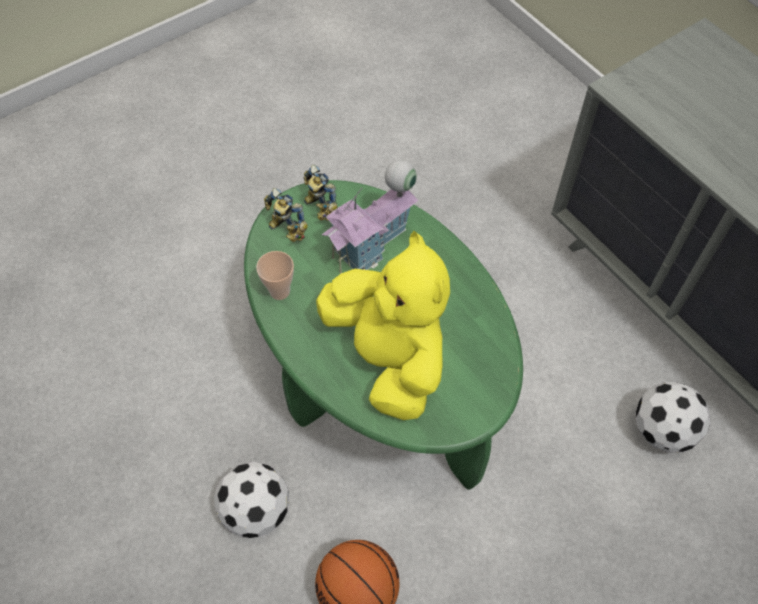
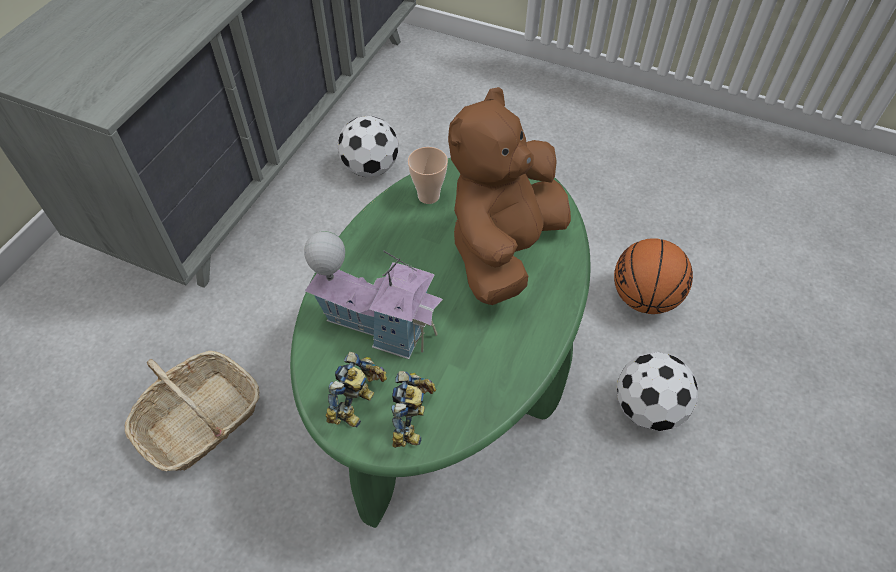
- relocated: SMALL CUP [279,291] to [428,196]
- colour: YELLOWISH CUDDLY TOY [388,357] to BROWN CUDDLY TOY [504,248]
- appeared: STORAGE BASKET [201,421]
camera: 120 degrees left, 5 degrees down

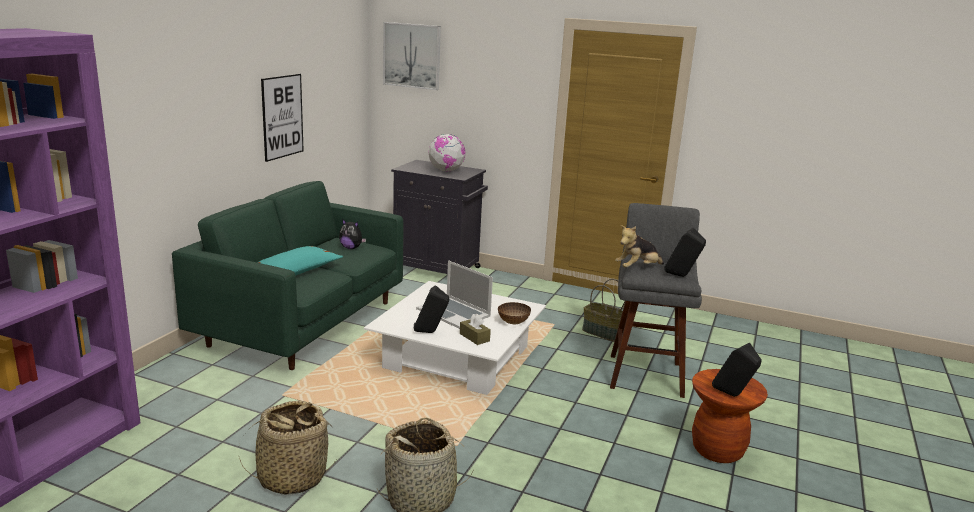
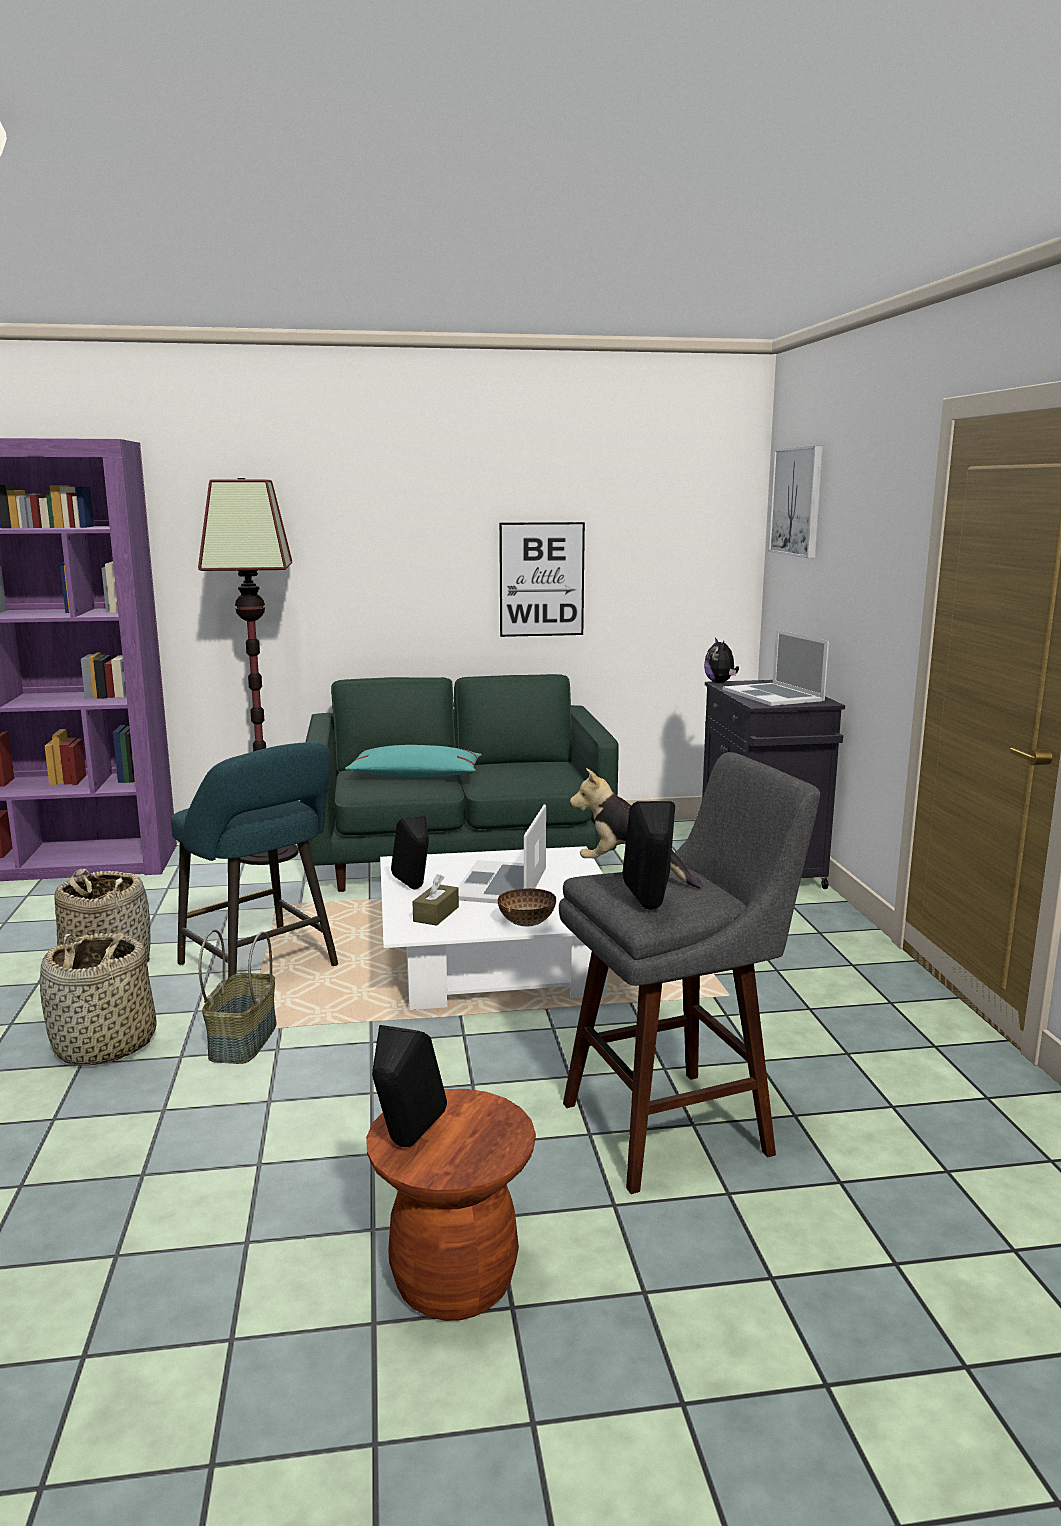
- relocated: CUDDLY TOY [351,248] to [720,683]
- exchanged: WORLD GLOBE [446,170] to NOTEBOOK COMPUTER [773,695]
- relocated: STORAGE BASKET [602,333] to [242,1040]
- appeared: BLUE-GREEN STOOL [262,968]
- appeared: FLOOR LAMP [267,854]
camera: 60 degrees right, 5 degrees down

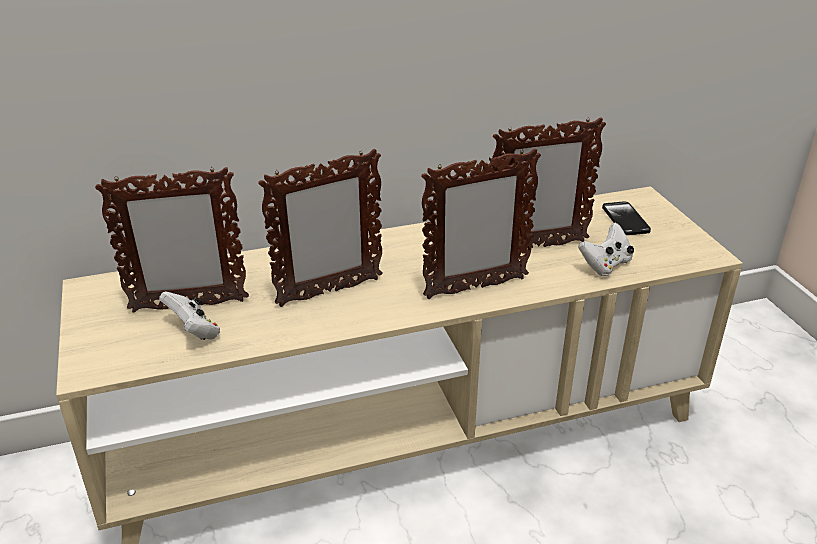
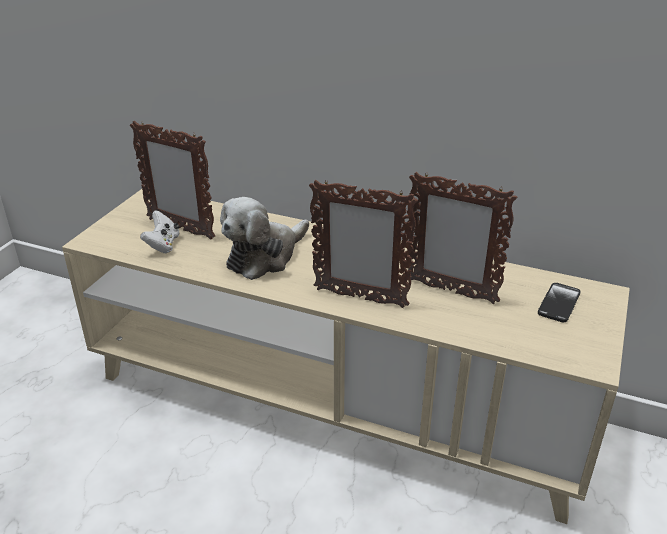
- exchanged: PHOTO FRAME [328,292] to CUDDLY TOY [264,256]
- missing: WHITE-COLOURED JOYPAD [605,265]
camera: 40 degrees right, 0 degrees up

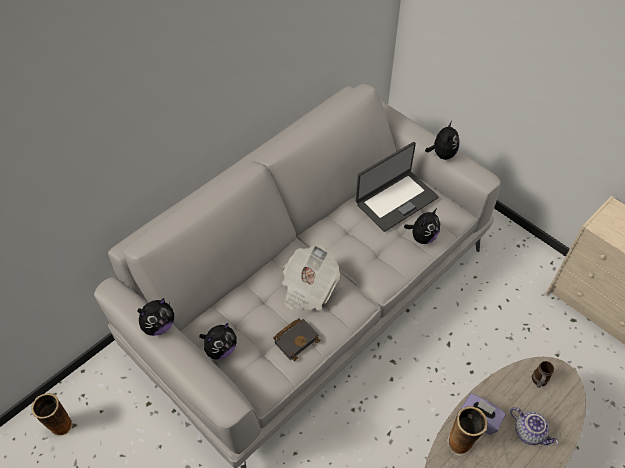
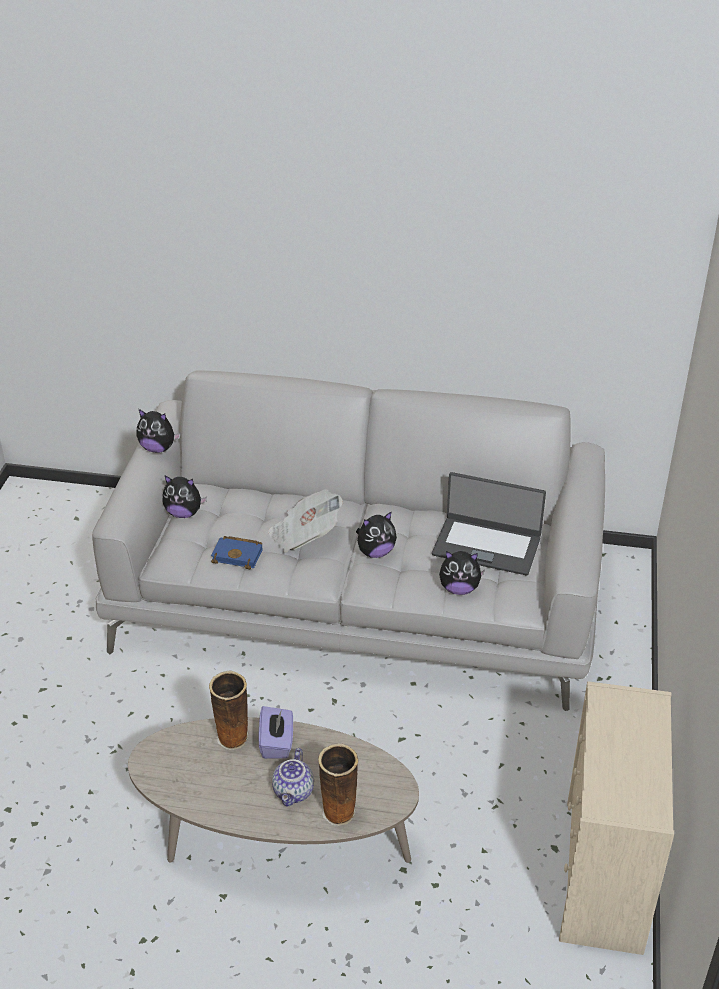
- relocated: FLOWER VASE [62,426] to [339,814]
- colour: BLACKISH BOUND BOOK [296,339] to BLUE BOUND BOOK [239,555]
- relocated: CUDDLY TOY [442,154] to [375,552]
- missing: TEA MUG [538,382]
camera: 55 degrees right, 15 degrees down

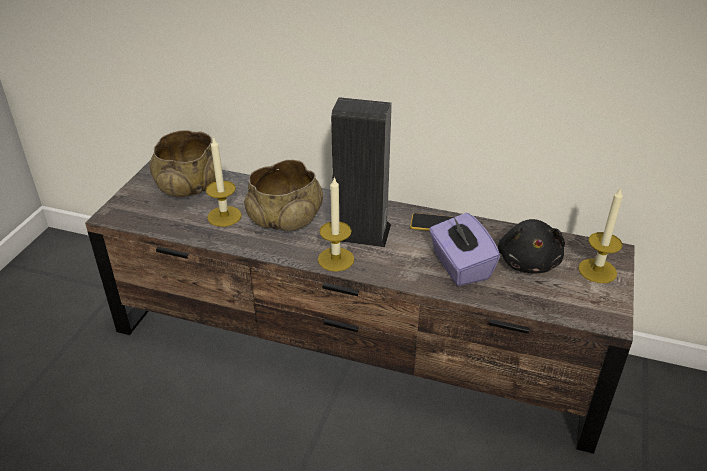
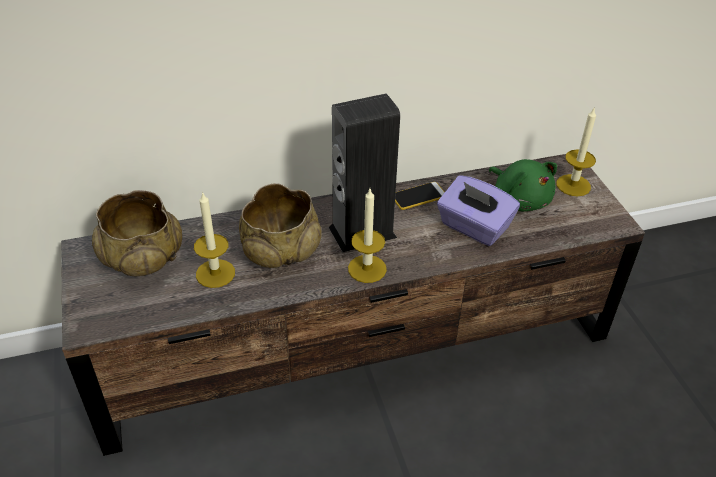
- colour: BLACKISH CUDDLY TOY [528,261] to GREEN CUDDLY TOY [519,199]
camera: 35 degrees left, 5 degrees up

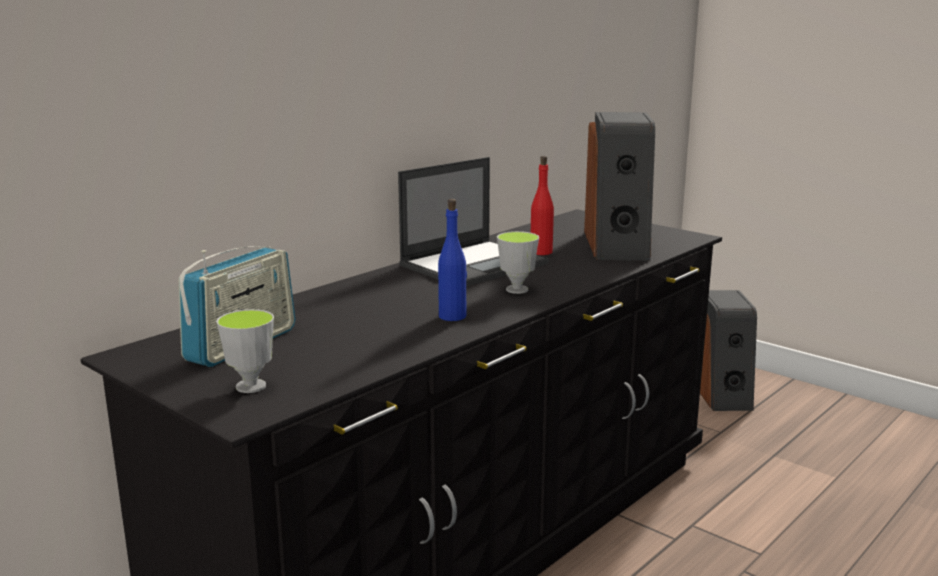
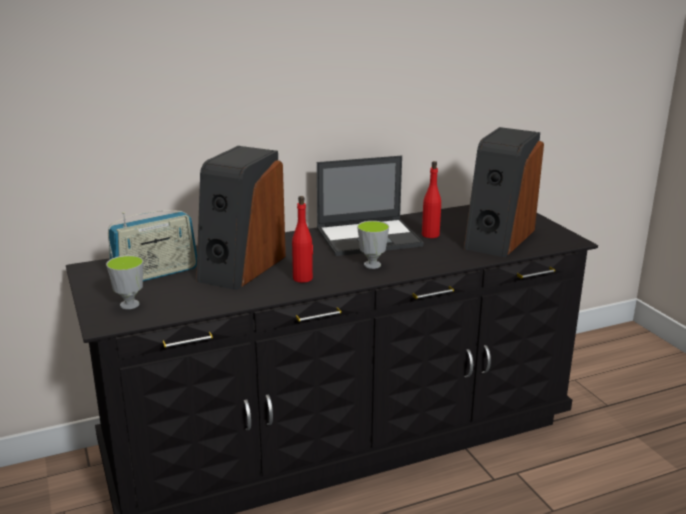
- colour: BLUE BOTTLE [453,316] to RED-COLOURED BOTTLE [303,278]
- relocated: AUDIO SPEAKER [721,393] to [241,268]
camera: 25 degrees right, 5 degrees up

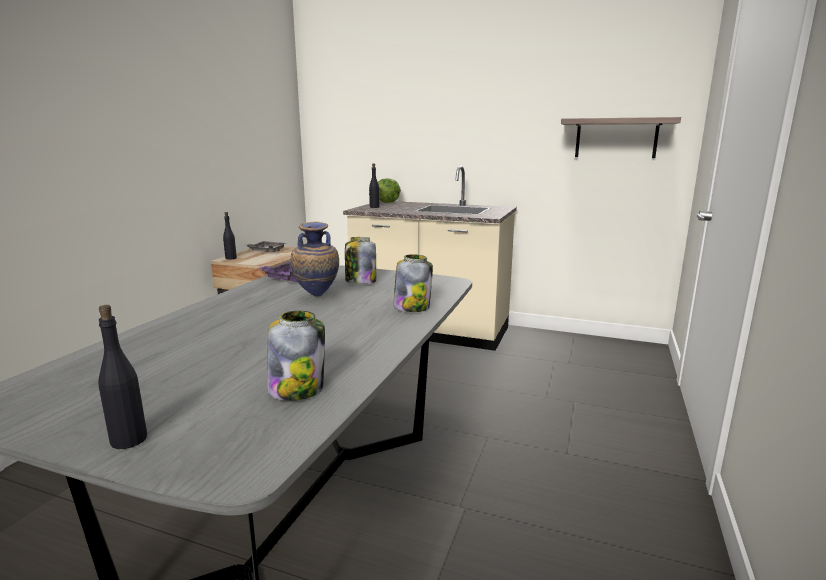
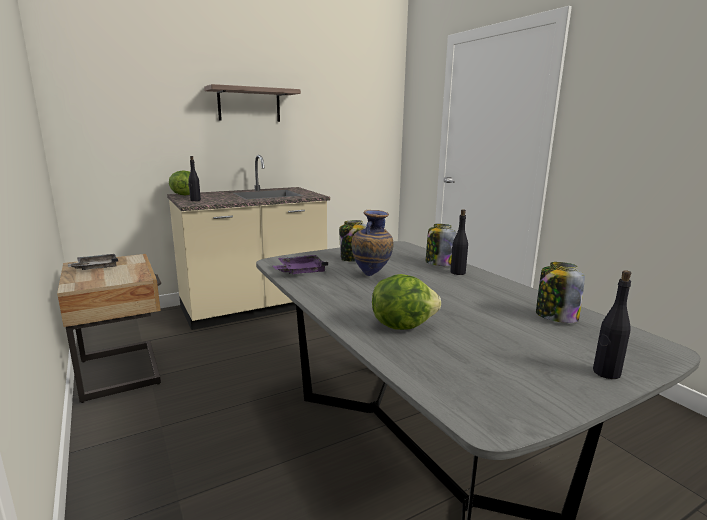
- relocated: BLACKISH BOTTLE [231,258] to [457,272]
- relocated: WALL SHELF [616,138] to [249,105]
- appeared: LETTUCE HEAD [402,325]
camera: 50 degrees left, 0 degrees up

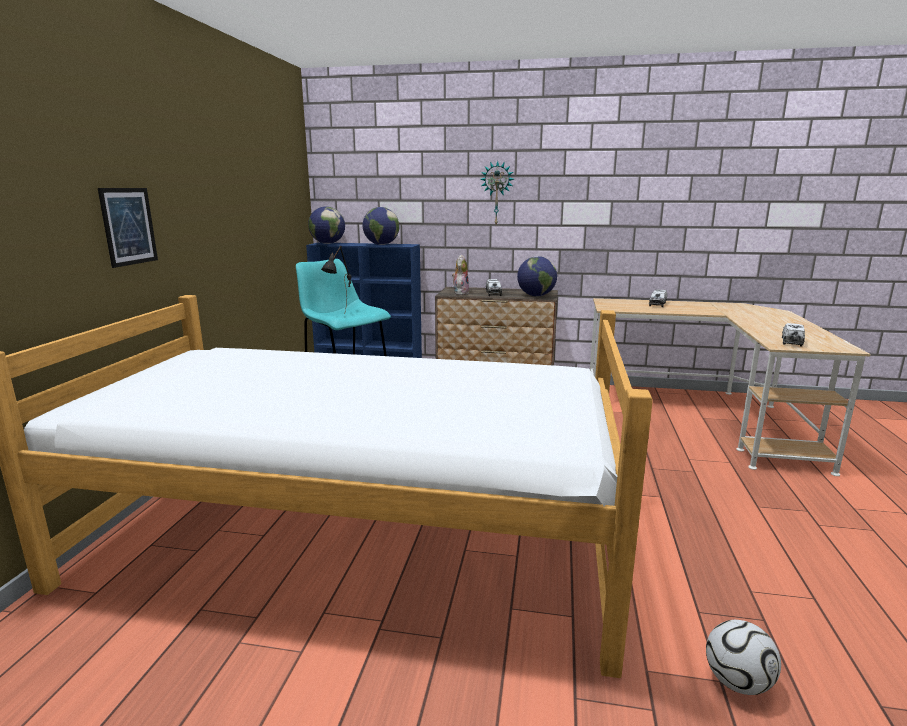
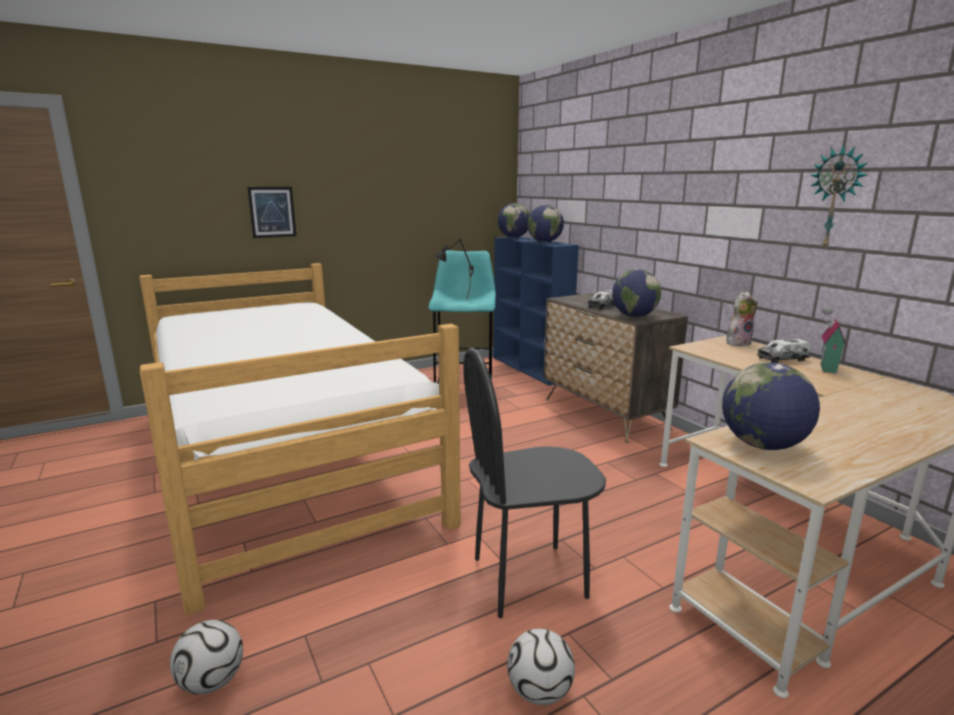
- relocated: CUDDLY TOY [460,293] to [738,343]
- relocated: CLOCK ON THE WALL [497,193] to [836,198]
- exchanged: MODEL TRUCK [792,341] to WORLD GLOBE [762,445]
- appeared: BLACKISH UPRIGHT CHAIR [529,578]
- appeared: BALL FOR FOOTBALL [540,692]
- appeared: MINIATURE HOUSE [825,368]
camera: 50 degrees right, 0 degrees up

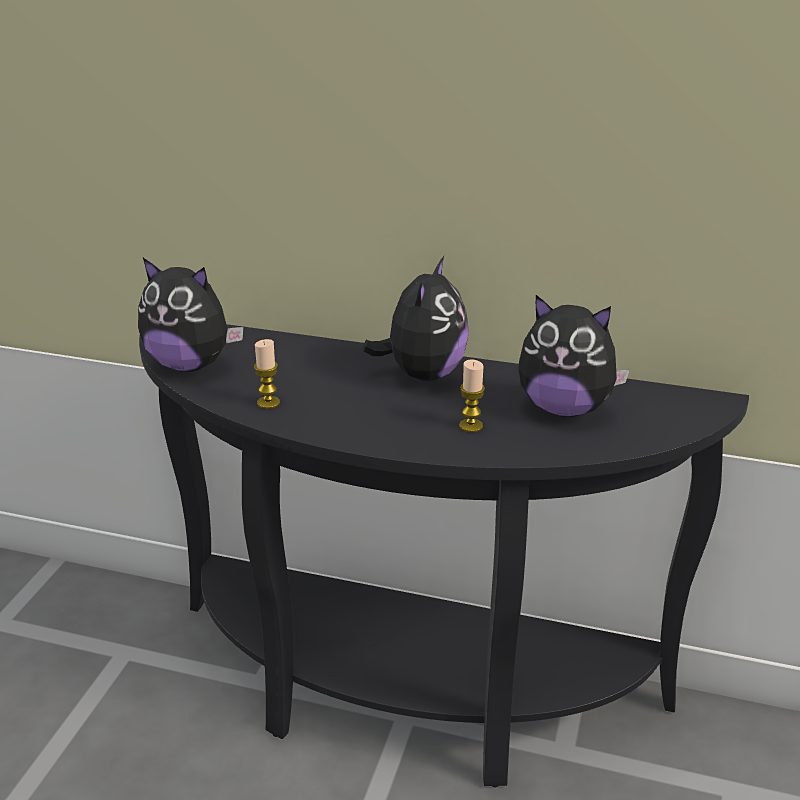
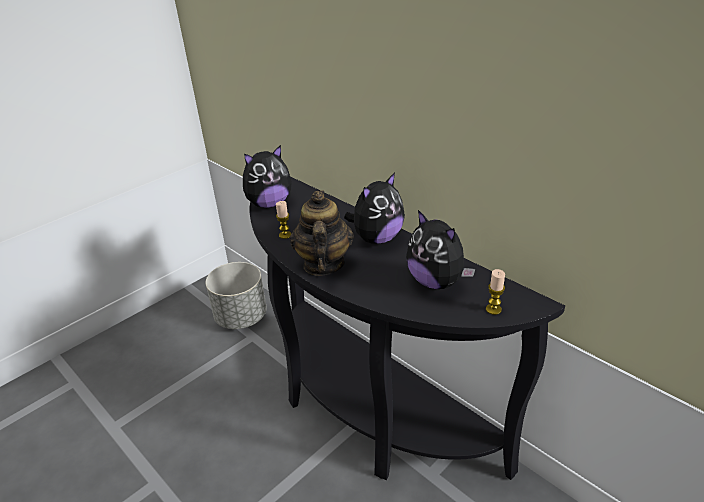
- spun: CUDDLY TOY [190,365] = [269,204] 75 degrees counterclockwise
- relocated: CANDLE [471,426] to [493,309]
- appeared: GRAY PLANT POT [241,317]
- appeared: TEAPOT [323,264]
camera: 30 degrees right, 5 degrees up

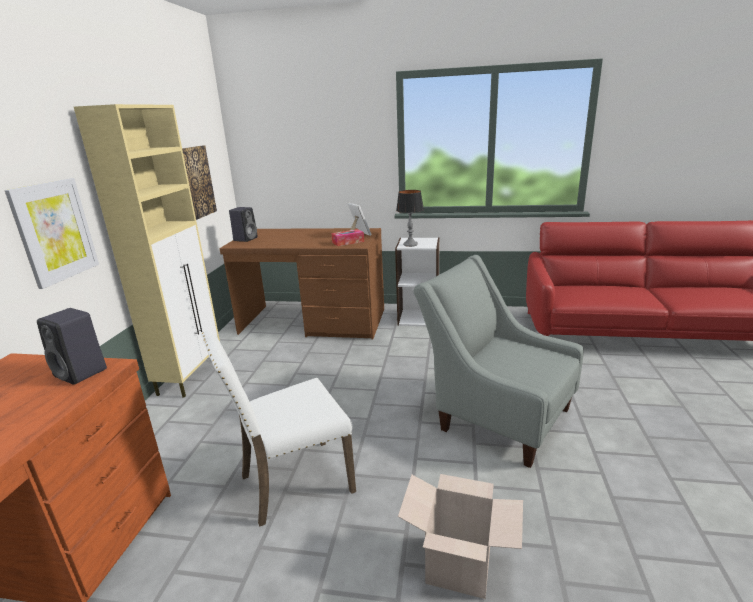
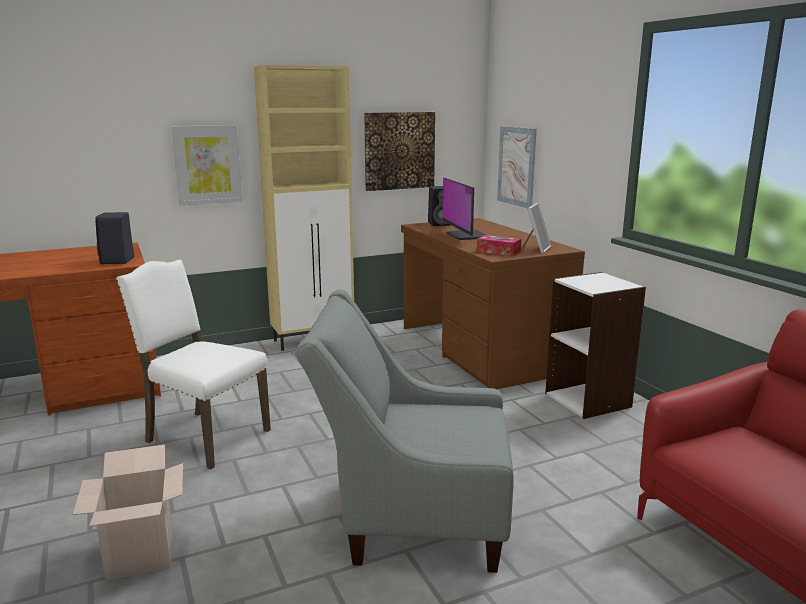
- missing: LAMP FOR A TABLE [410,244]
- spun: GRAY LOUNGE CHAIR [496,415] = [412,517] 90 degrees counterclockwise
- appeared: COMPUTER DISPLAY [466,235]
- appeared: WALL ART [516,166]
camera: 55 degrees right, 5 degrees down

